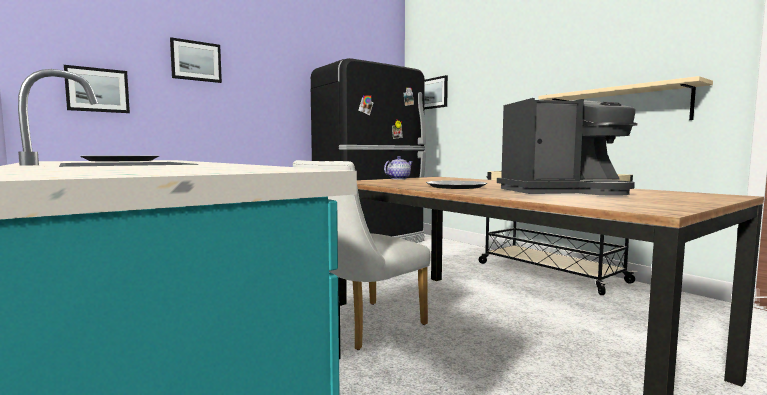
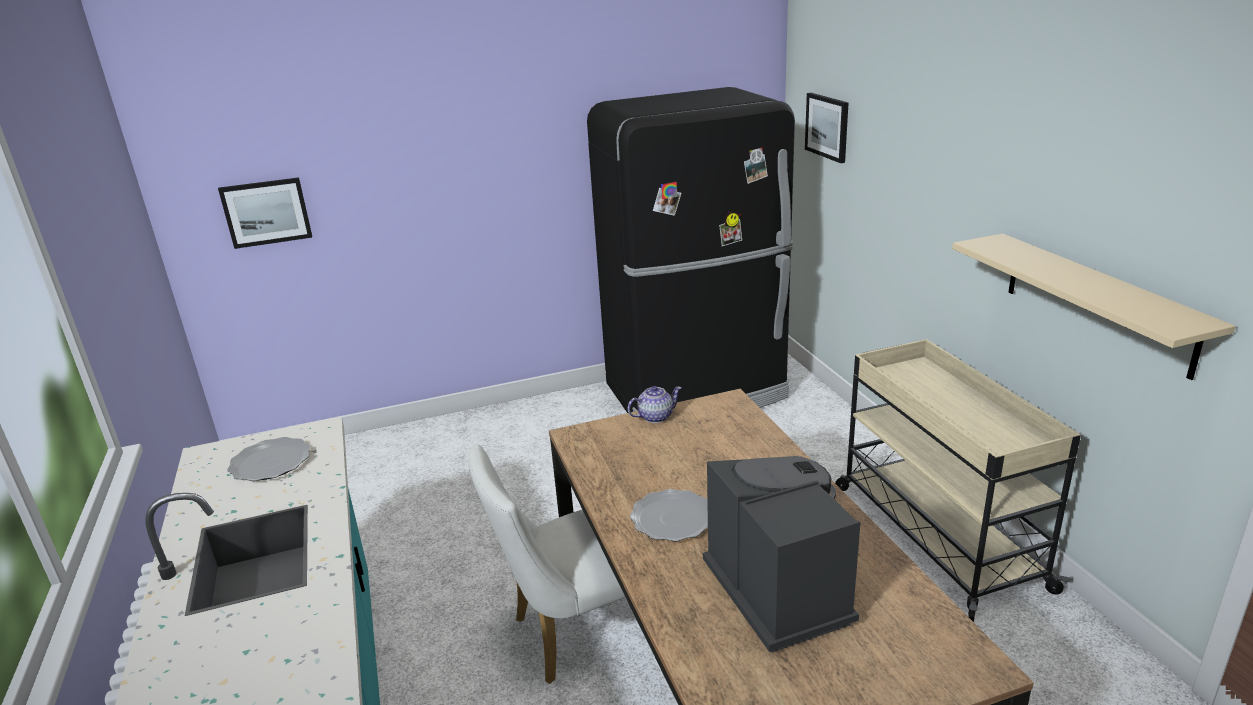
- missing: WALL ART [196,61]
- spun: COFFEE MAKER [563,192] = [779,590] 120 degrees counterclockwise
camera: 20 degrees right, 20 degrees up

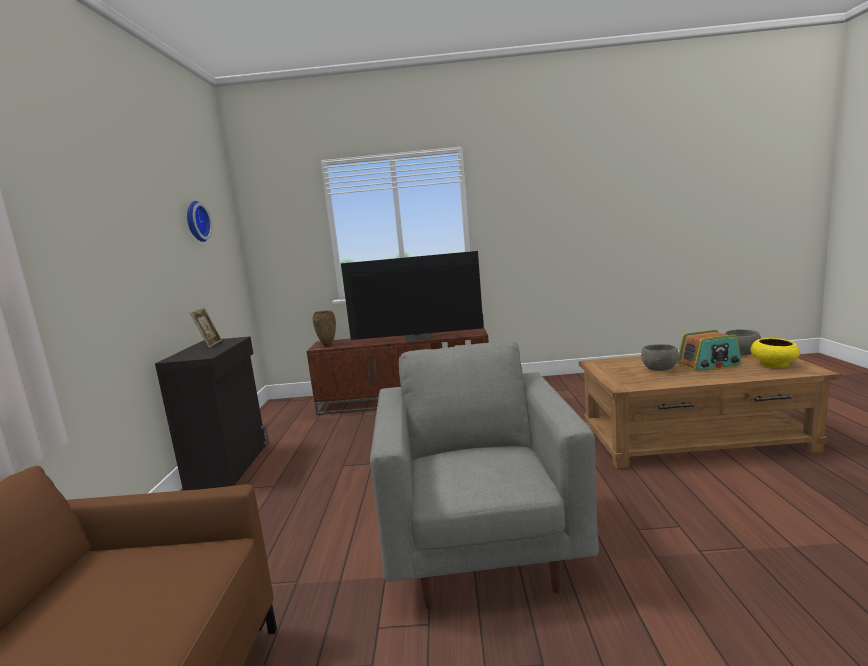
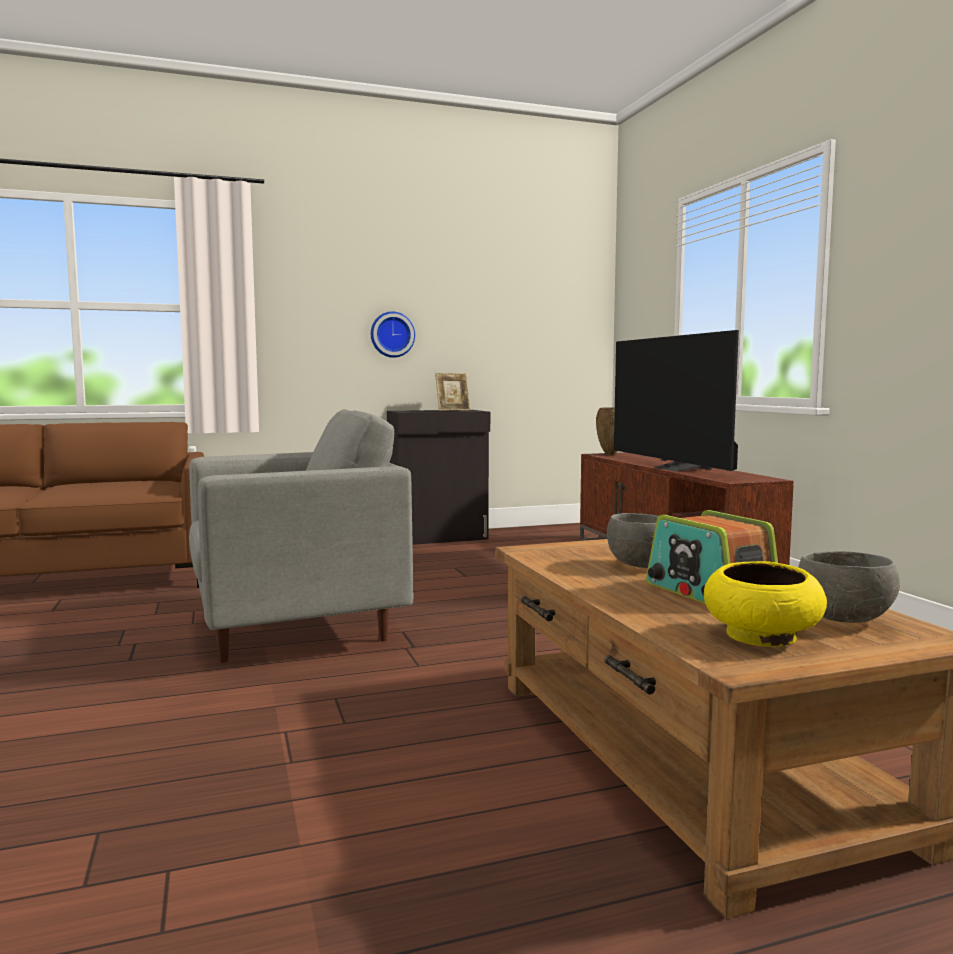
- relocated: CLOCK ON THE WALL [195,221] to [392,334]
camera: 70 degrees right, 5 degrees down

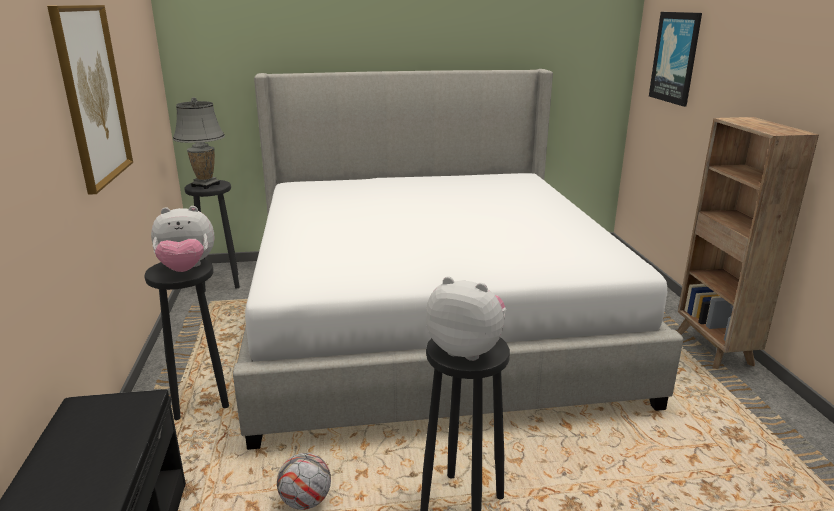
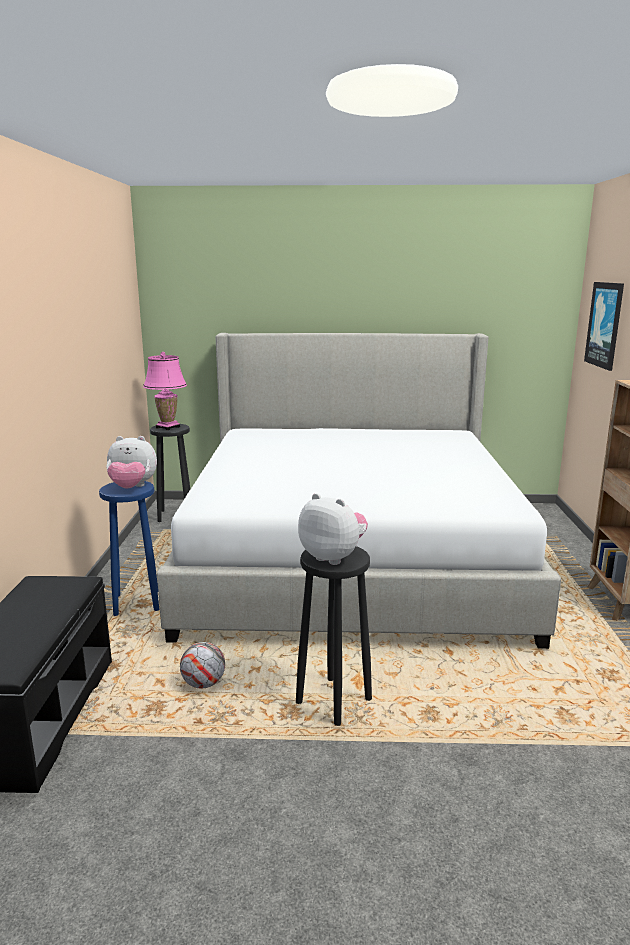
- missing: WALL ART [92,95]
- colour: BLACKISH STOOL [200,399] to BLUE STOOL [137,603]
- colour: GRAY LAMP FOR A TABLE [205,185] to PINK LAMP FOR A TABLE [168,427]
camera: 10 degrees right, 5 degrees down

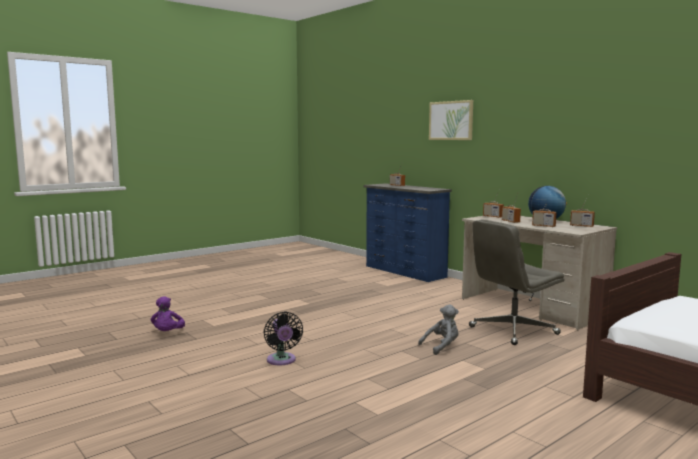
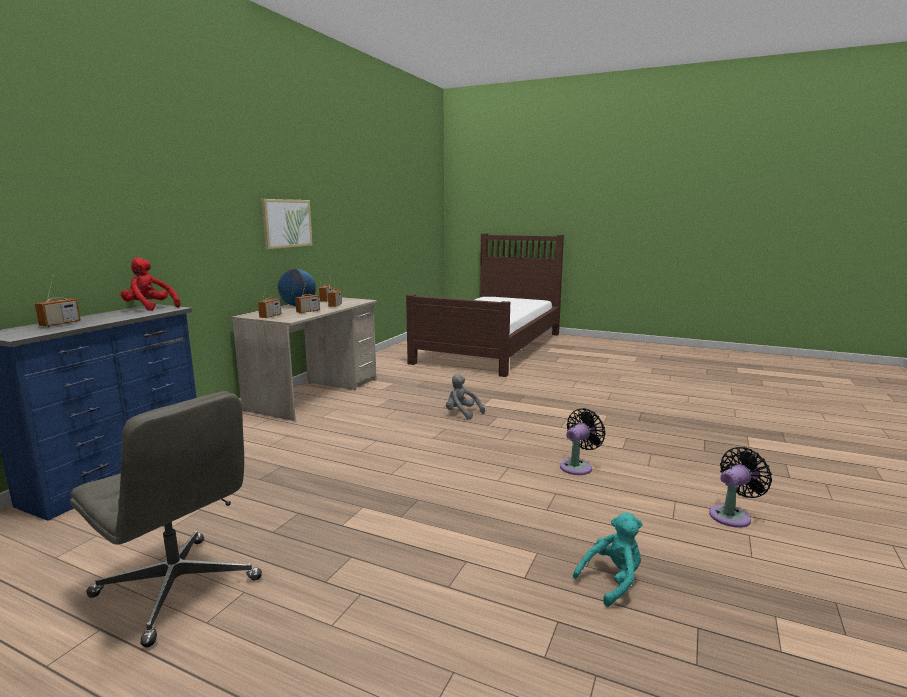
- colour: PURPLE-COLOURED CUDDLY TOY [168,333] to BLUE-GREEN CUDDLY TOY [612,581]
- relocated: WALL ART [451,120] to [286,223]
- relocated: GRAY DESK CHAIR [512,331] to [179,588]
- appeared: RED-COLOURED CUDDLY TOY [150,308]
- appeared: BLACKISH FAN [732,515]
camera: 115 degrees left, 5 degrees up

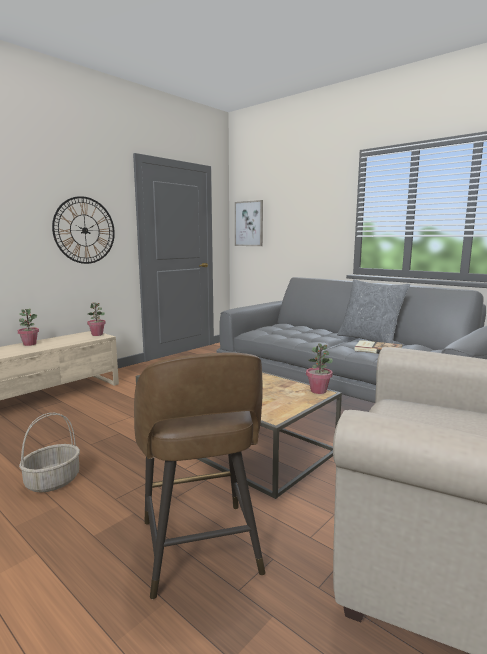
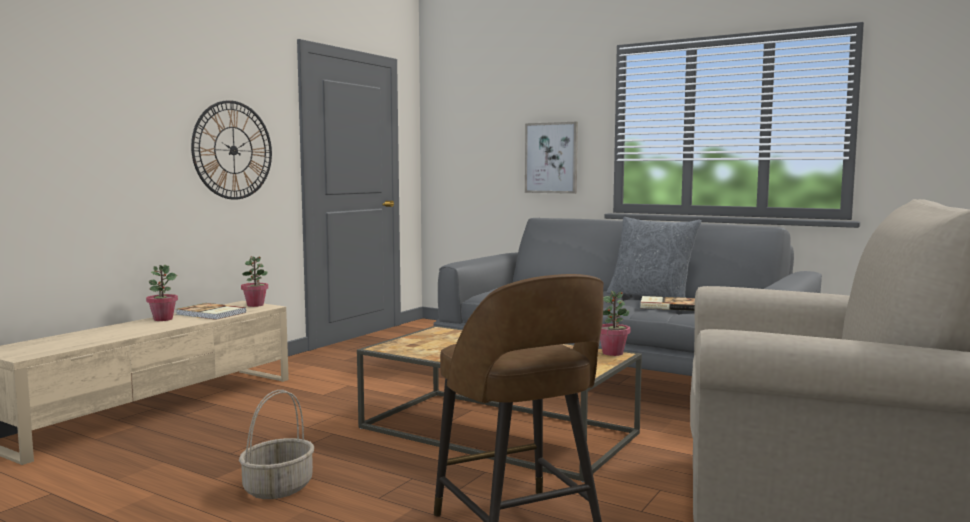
- relocated: WALL ART [249,223] to [551,158]
- appeared: BOUND BOOK [210,313]
camera: 10 degrees left, 5 degrees down

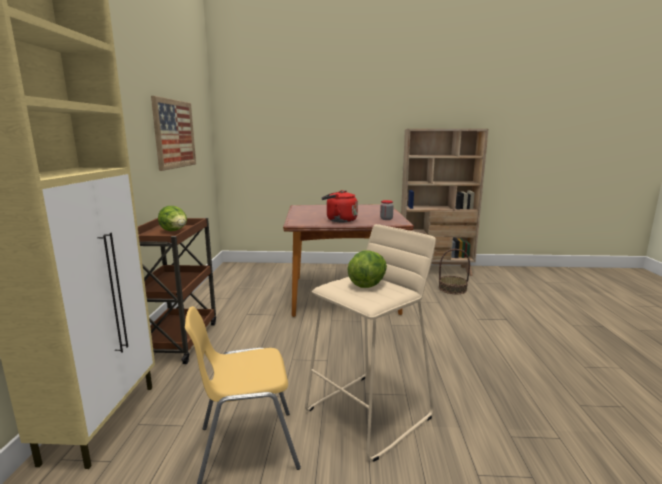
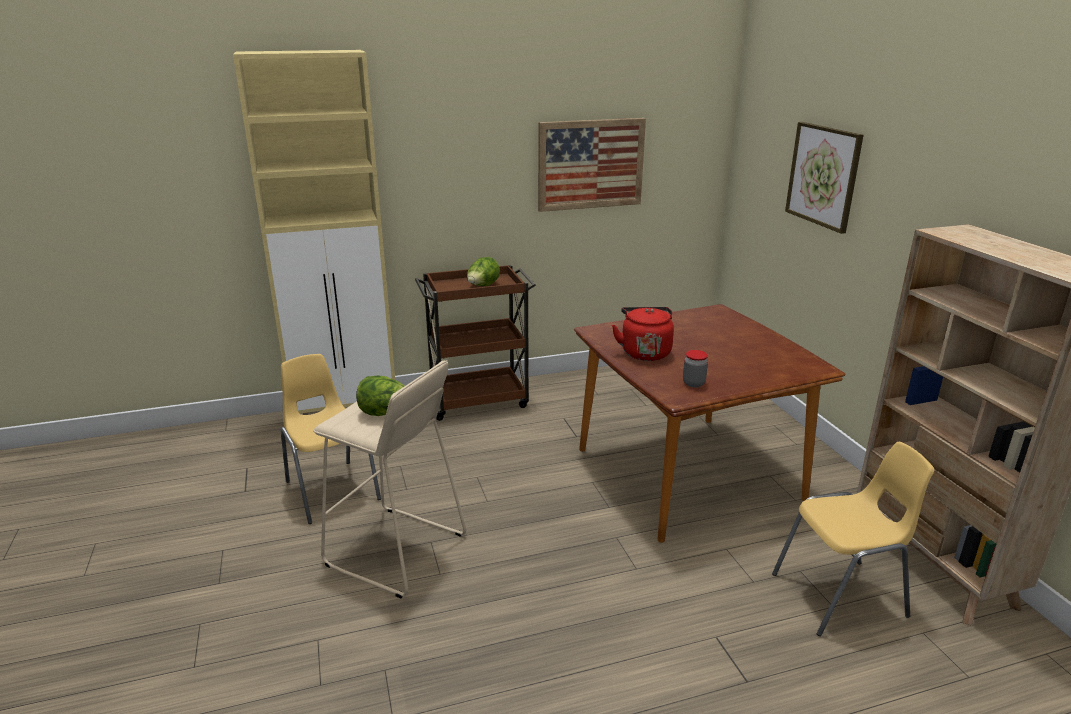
- exchanged: STORAGE BASKET [452,289] to YELLOWISH UPRIGHT CHAIR [841,596]
- appeared: WALL ART [823,175]
camera: 70 degrees right, 10 degrees up

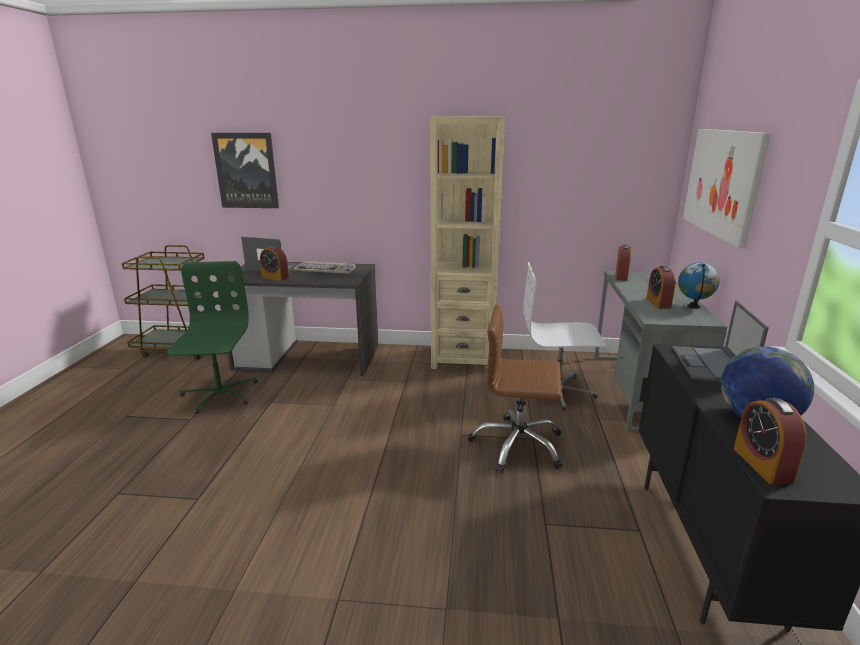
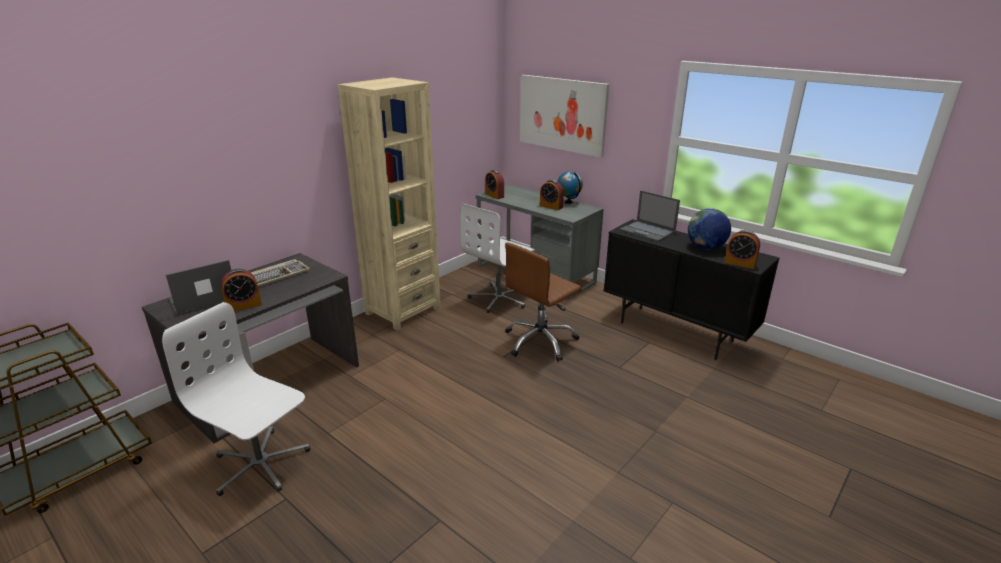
- colour: GREEN DESK CHAIR [219,394] to WHITE-COLOURED DESK CHAIR [260,464]
- missing: WALL ART [246,171]
camera: 55 degrees left, 5 degrees up

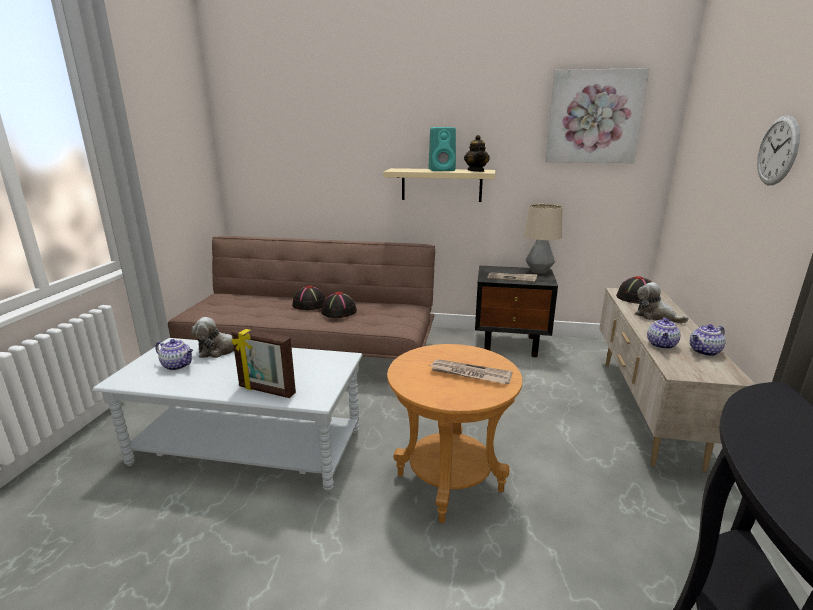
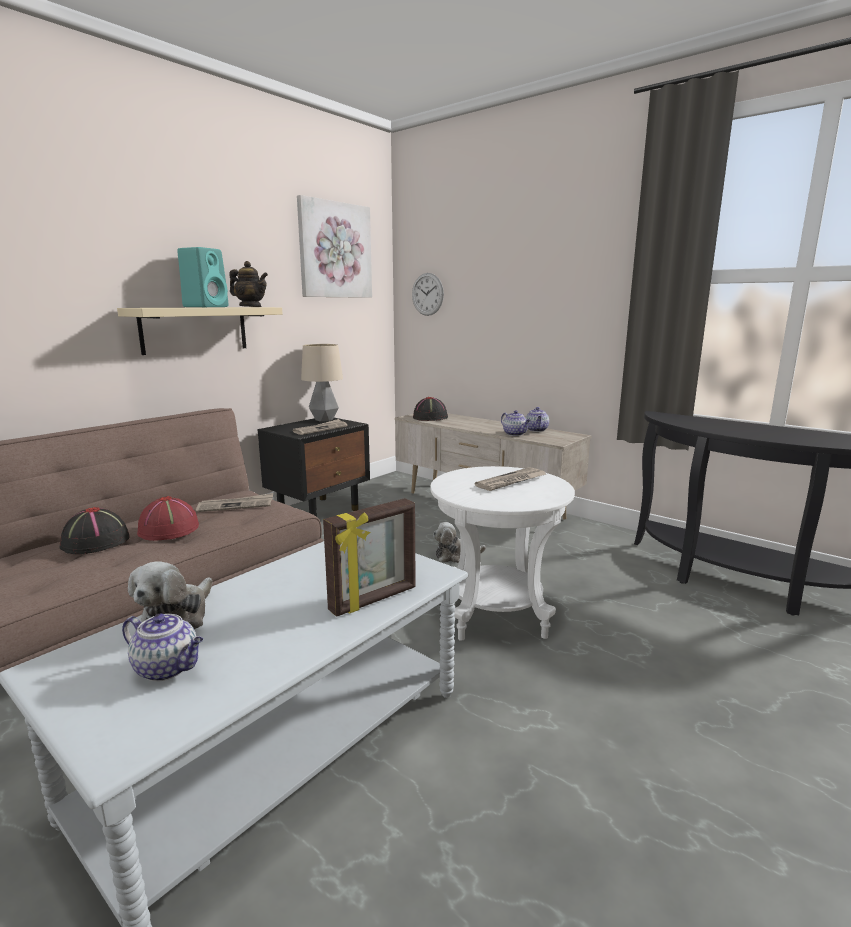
- spun: TEAPOT [178,365] = [168,668] 60 degrees clockwise
- colour: BLACKISH WEARABLE HAT [338,312] to RED-COLOURED WEARABLE HAT [169,530]
- colour: BROWN END TABLE [449,482] to WHITE-COLOURED END TABLE [496,615]
- relocated: CUDDLY TOY [655,316] to [456,556]
- relocated: CLOCK ON THE WALL [777,151] to [427,294]
- appeared: NEWSPAPER [236,505]
camera: 60 degrees left, 5 degrees down

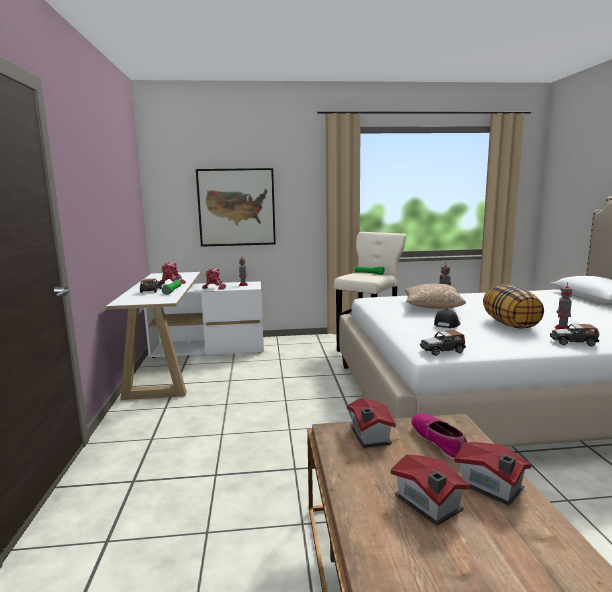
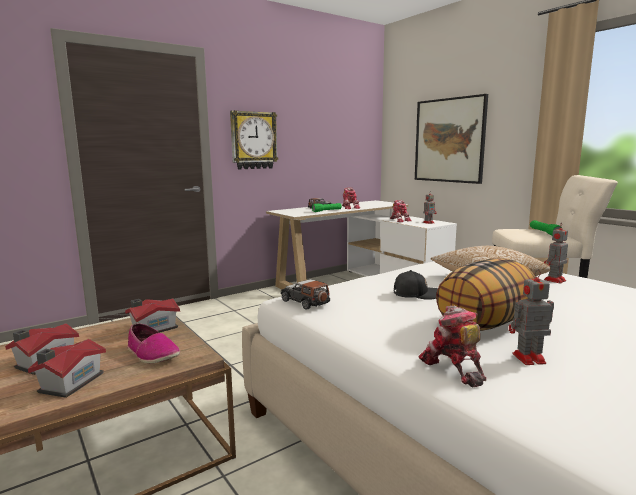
- spun: SHOE [439,441] = [152,354] 90 degrees clockwise
- exchanged: MINIATURE CAR [573,342] to ROBOT FIGURE [453,368]
- appeared: CLOCK ON THE WALL [253,140]
camera: 60 degrees right, 0 degrees up

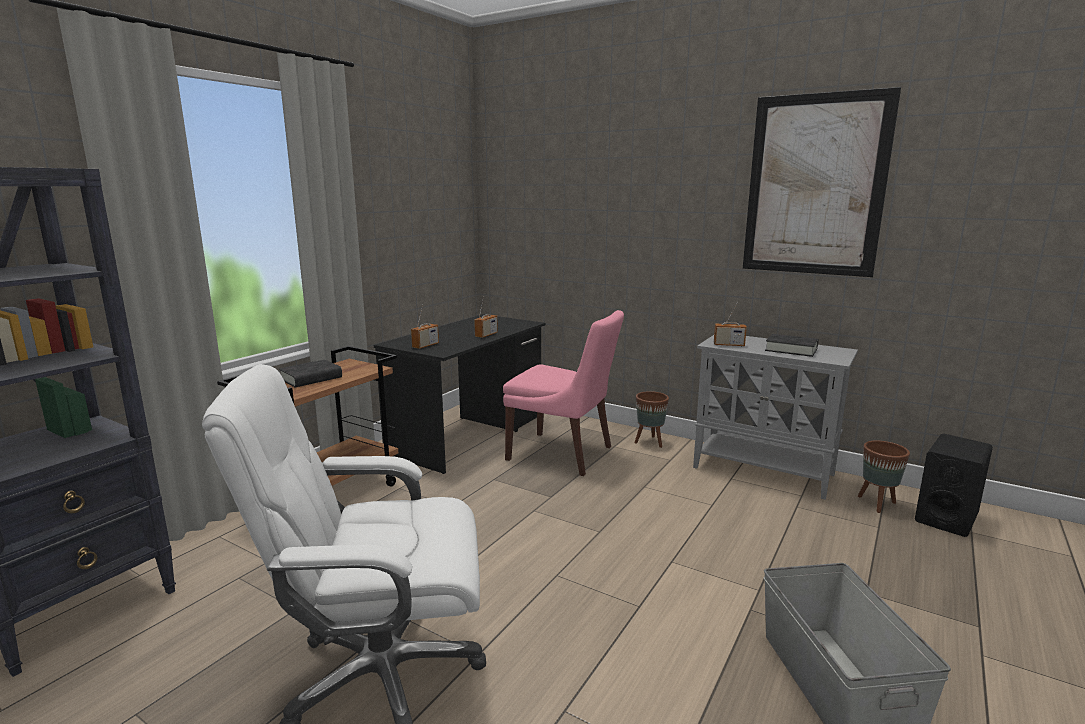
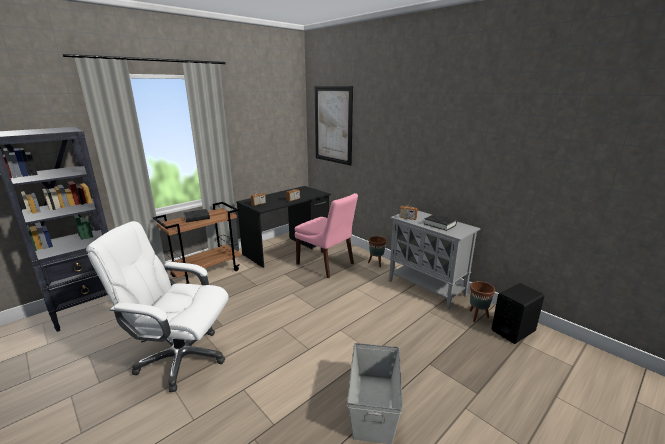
- relocated: WALL ART [814,185] to [333,125]
camera: 15 degrees right, 5 degrees up

